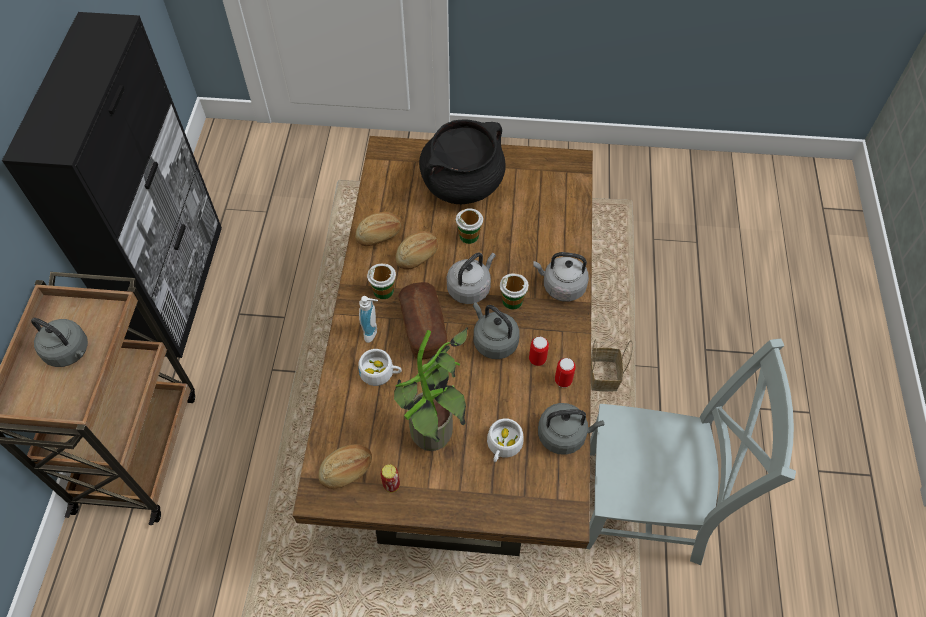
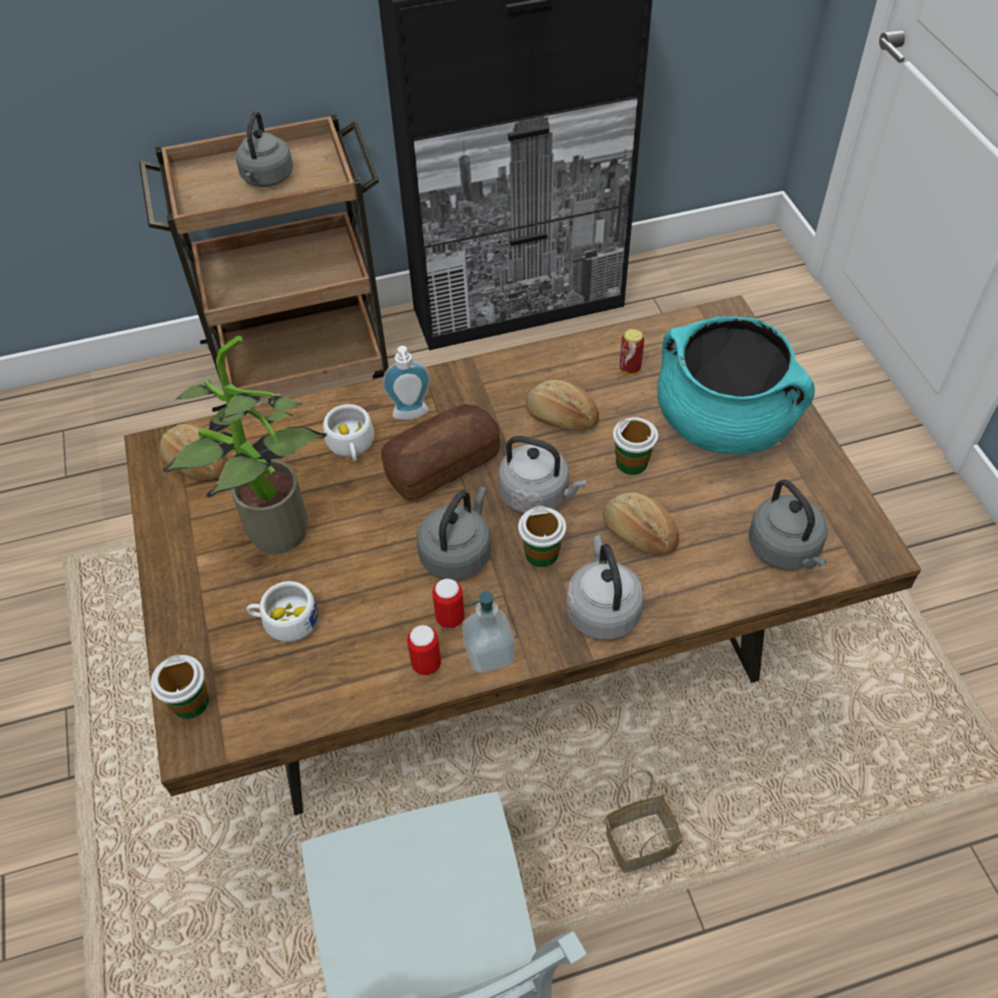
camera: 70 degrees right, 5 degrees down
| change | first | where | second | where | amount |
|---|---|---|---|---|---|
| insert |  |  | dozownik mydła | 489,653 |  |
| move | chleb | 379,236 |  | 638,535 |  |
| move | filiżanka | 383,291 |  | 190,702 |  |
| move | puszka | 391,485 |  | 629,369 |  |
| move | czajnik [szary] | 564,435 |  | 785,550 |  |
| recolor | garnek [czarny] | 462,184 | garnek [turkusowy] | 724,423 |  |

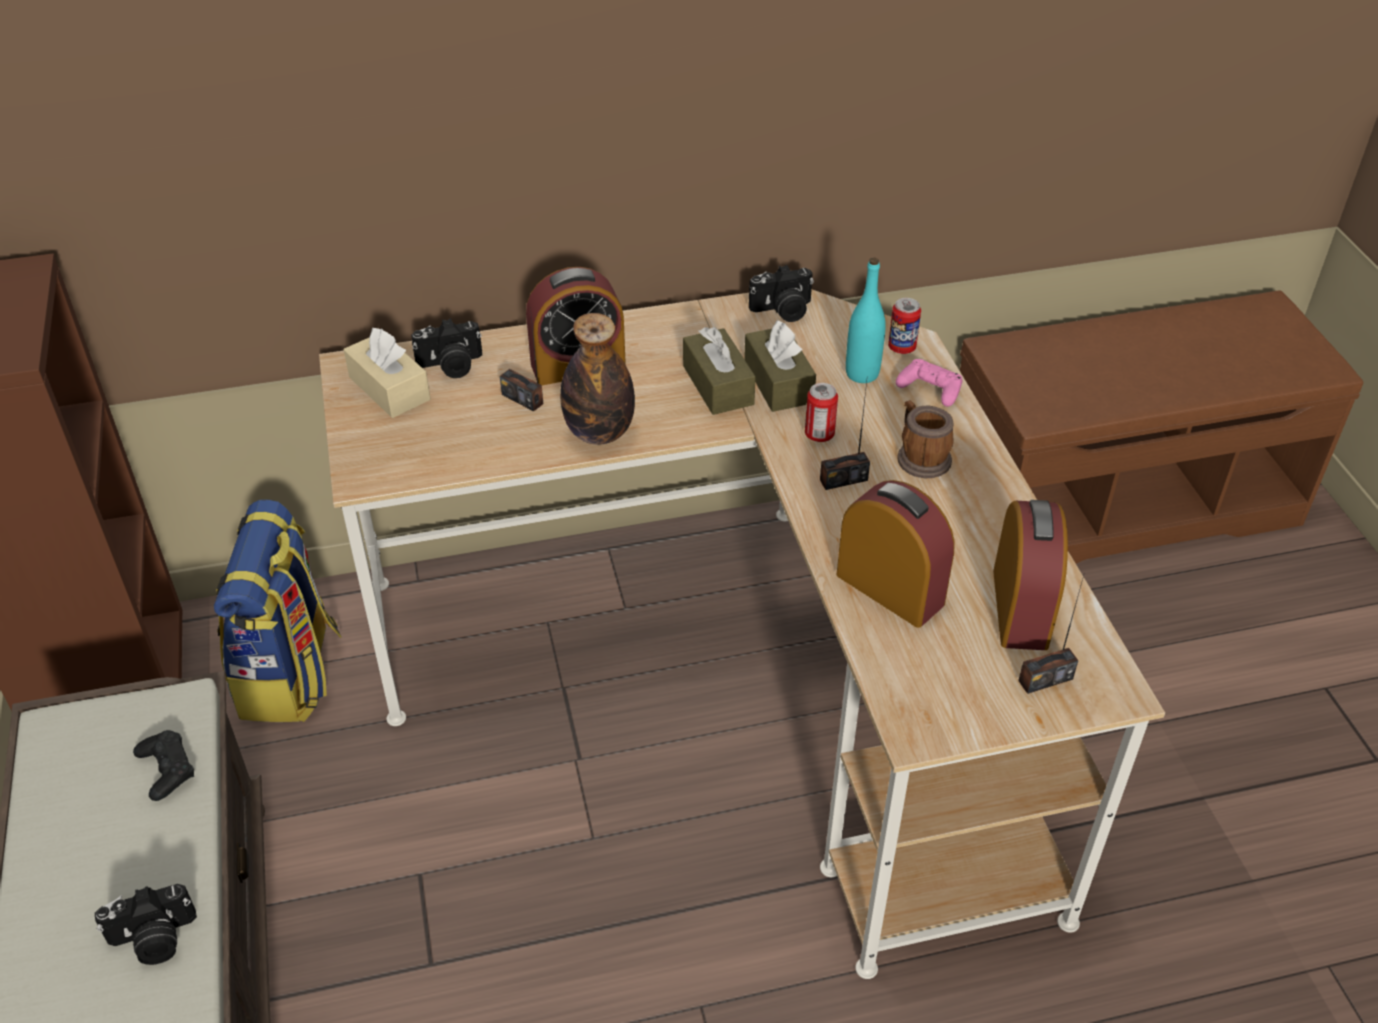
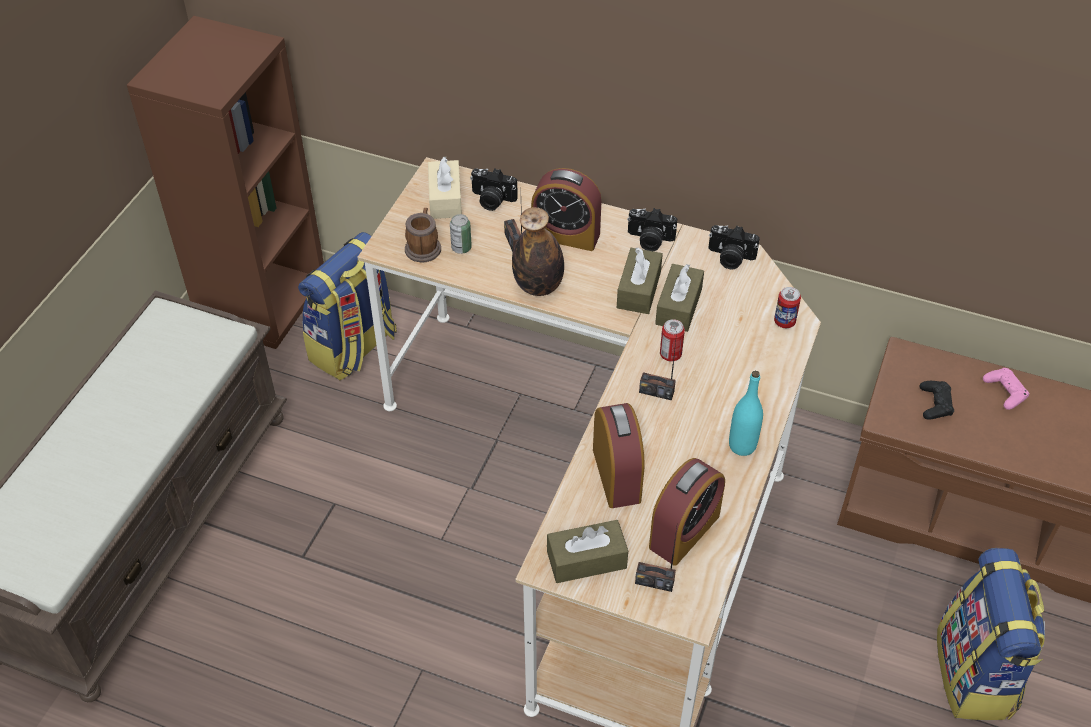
camera: 35 degrees right, 5 degrees up
| change | first | where | second | where | amount |
|---|---|---|---|---|---|
| insert |  |  | puszka | 461,248 |  |
| insert |  |  | pudełko chusteczek [brązowy] | 586,560 |  |
| insert |  |  | plecak | 976,674 |  |
| move | aparat fotograficzny | 154,940 |  | 649,240 |  |
| move | pad do gier [czarny] | 166,769 |  | 935,404 |  |
| move | butelka [turkusowy] | 862,374 |  | 742,446 |  |
| move | pad do gier [różowy] | 930,388 |  | 1005,392 |  |
| move | kubek | 920,457 |  | 423,247 |  |

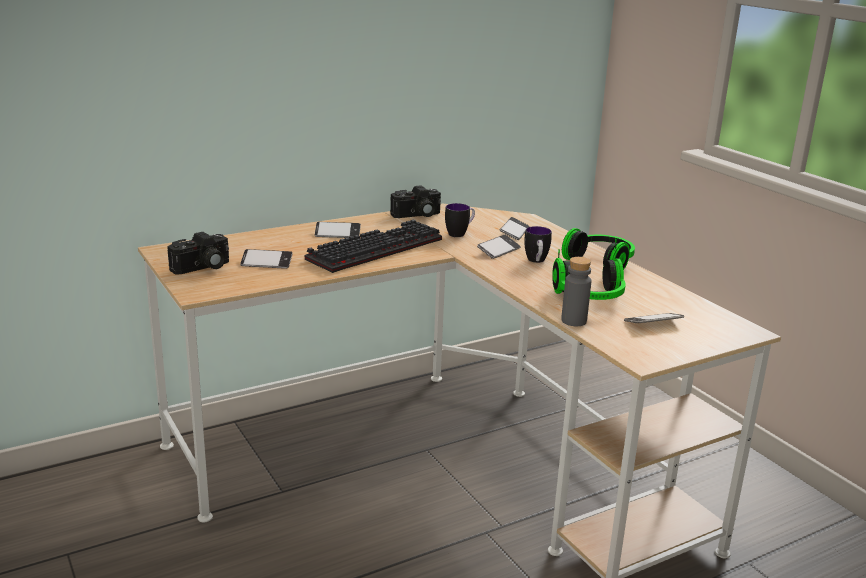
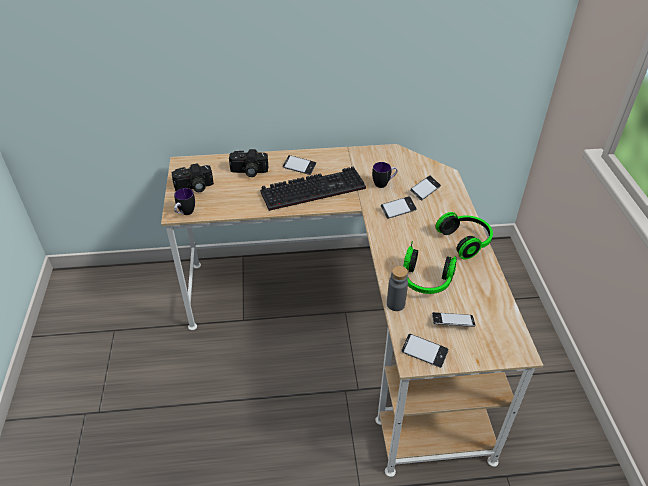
camera: 25 degrees right, 20 degrees up
| change | first | where | second | where | amount |
|---|---|---|---|---|---|
| move | telefon | 266,263 |  | 424,353 |  |
| move | aparat fotograficzny | 417,215 |  | 248,171 |  |
| move | kubek | 536,261 |  | 185,213 |  |

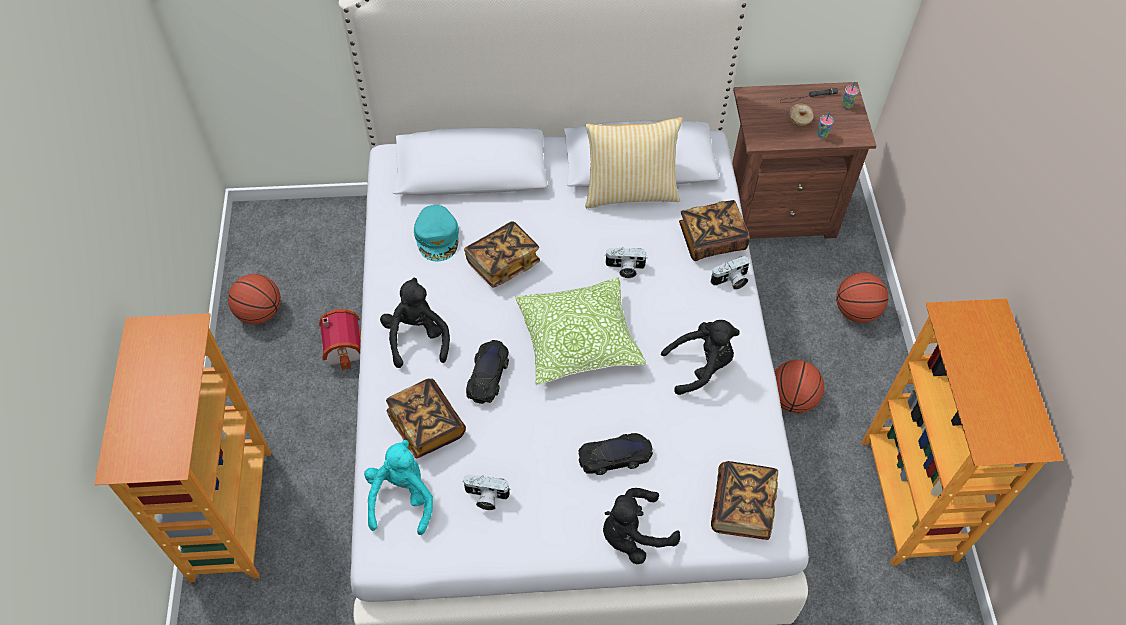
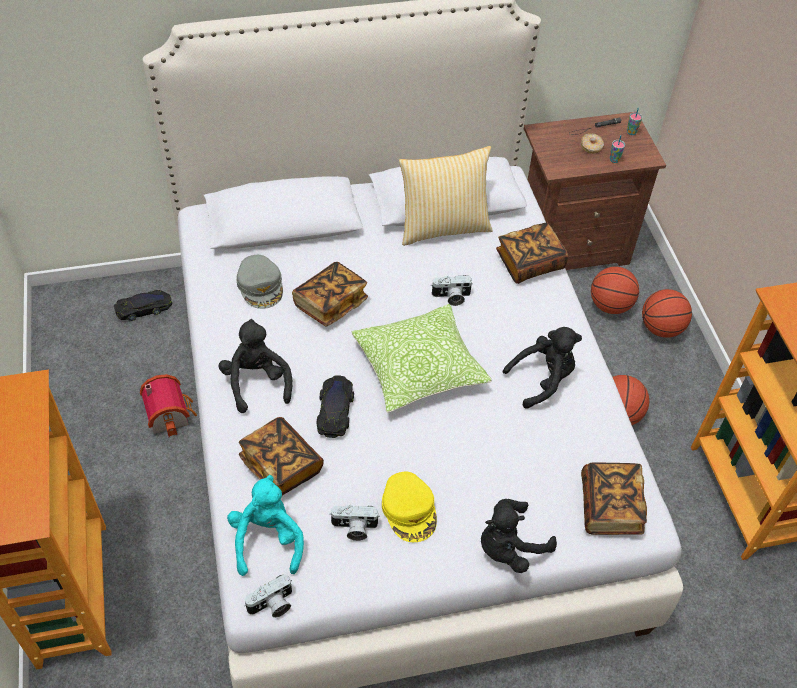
camera: 10 degrees left, 5 degrees down
| change | first | where | second | where | amount |
|---|---|---|---|---|---|
| insert |  |  | czapka z daszkiem [żółty] | 410,510 |  |
| move | piłka do koszykówki | 260,313 |  | 610,305 |  |
| move | samochodzik [czarny] | 615,456 |  | 144,308 |  |
| move | aparat fotograficzny | 731,281 |  | 272,605 |  |
| recolor | czapka z daszkiem [turkusowy] | 437,237 | czapka z daszkiem [szary] | 261,285 |  |

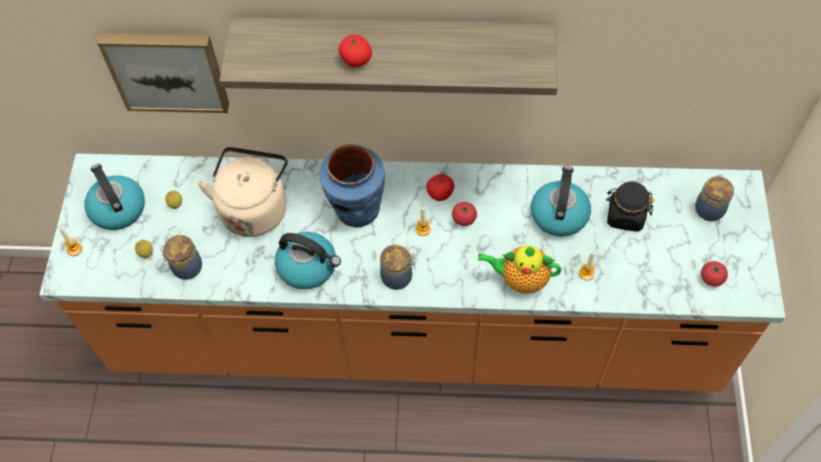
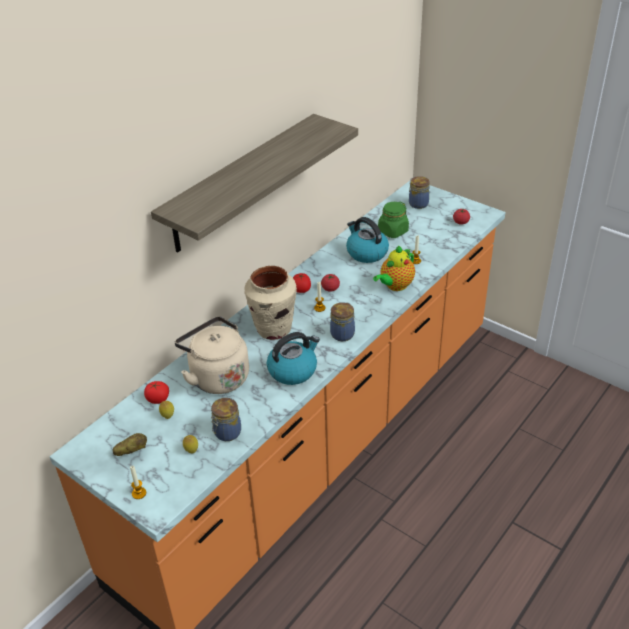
camera: 55 degrees left, 20 degrees down
| change | first | where | second | where | amount |
|---|---|---|---|---|---|
| delete | obraz | 167,69 |  |  |  |
| move | pomidor | 355,60 |  | 158,399 |  |
| replace | czajnik | 117,208 | ziemniak | 131,451 |  |
| recolor | wazon [niebieski] | 357,210 | wazon [beżowy] | 273,329 |  |
| recolor | słoik [czarny] | 625,216 | słoik [zielony] | 393,231 |  |

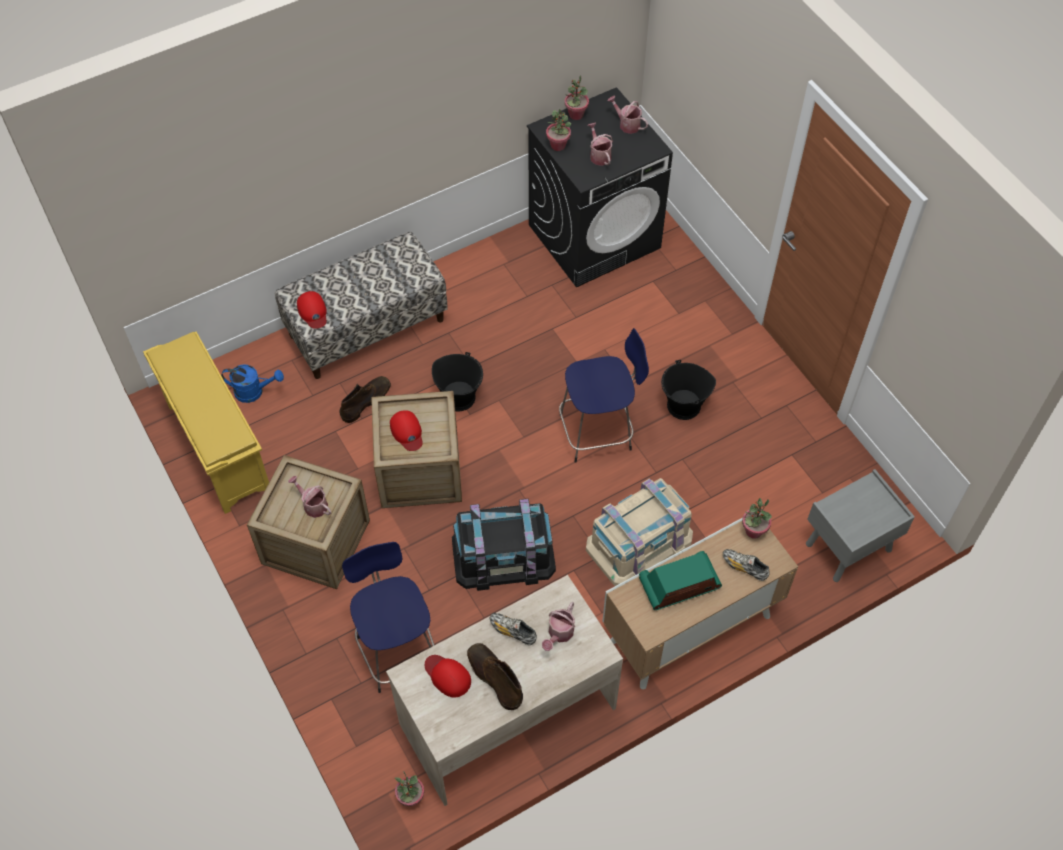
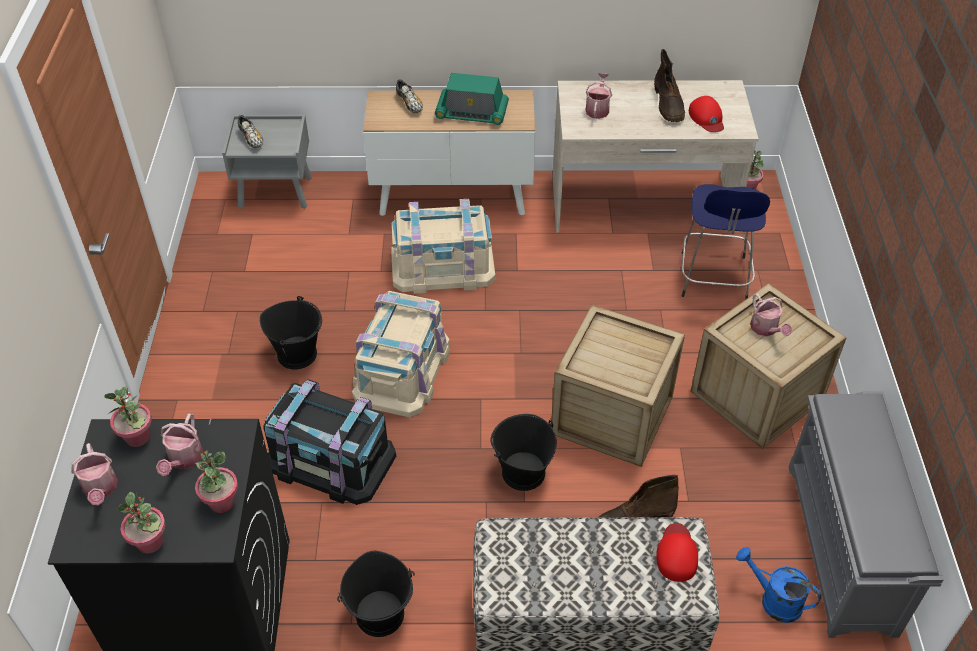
camera: 150 degrees left, 10 degrees down
| change | first | where | second | where | amount |
|---|---|---|---|---|---|
| delete | czapka z daszkiem [czerwony] | 407,432 |  |  |  |
| insert |  |  | wiadro [czarny] | 381,615 |  |
| move | pojemnik do przechowywania [czarny] | 503,554 |  | 330,459 |  |
| move | but | 512,631 |  | 251,139 |  |
| move | roślina doniczkowa | 753,531 |  | 138,437 |  |
| replace | stołek [niebieski] | 598,431 | pojemnik do przechowywania [beżowy] | 401,369 |  |
| recolor | regał na buty [żółty] | 217,446 | regał na buty [szary] | 842,548 |  |
| rotate | konewka | 559,634 |  | 597,109 | 45 degrees counterclockwise |

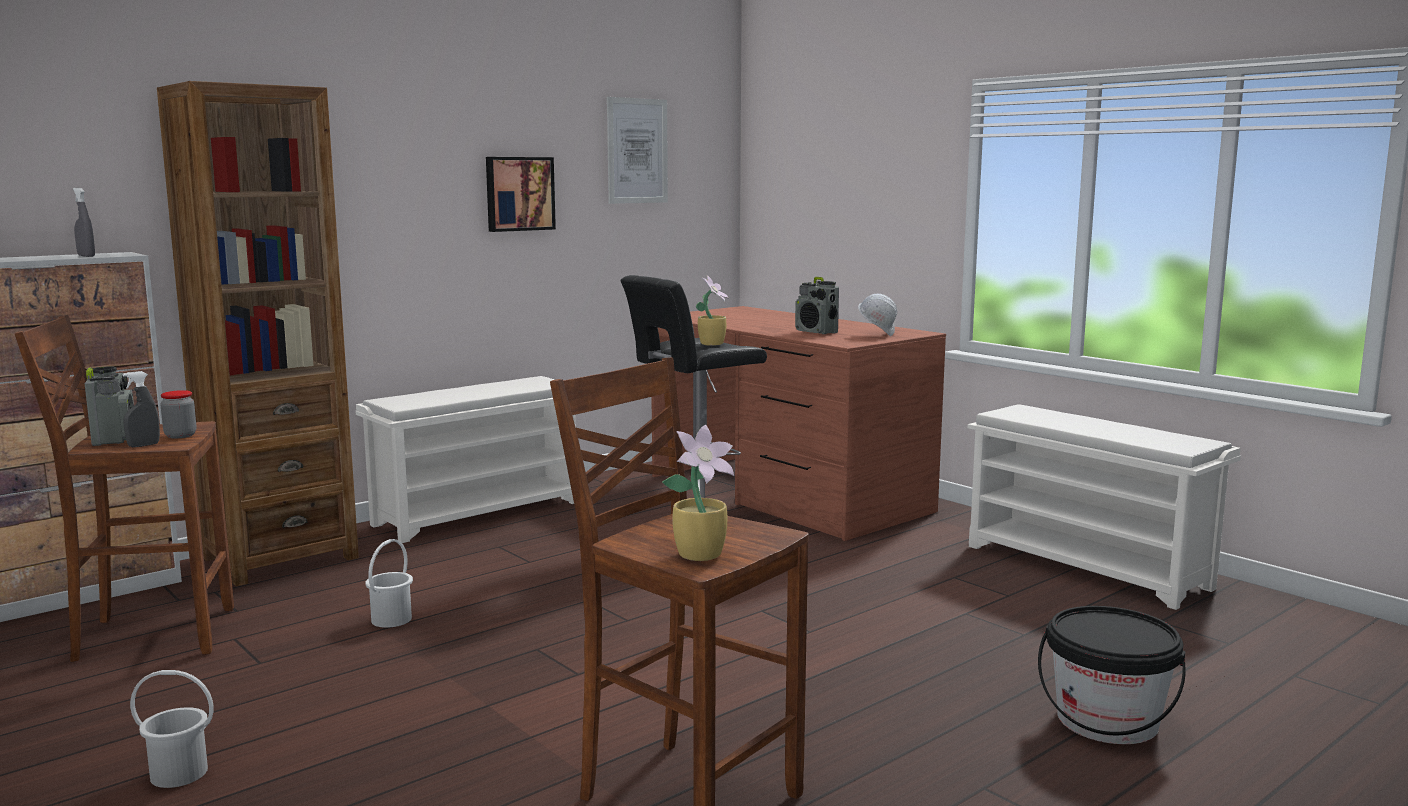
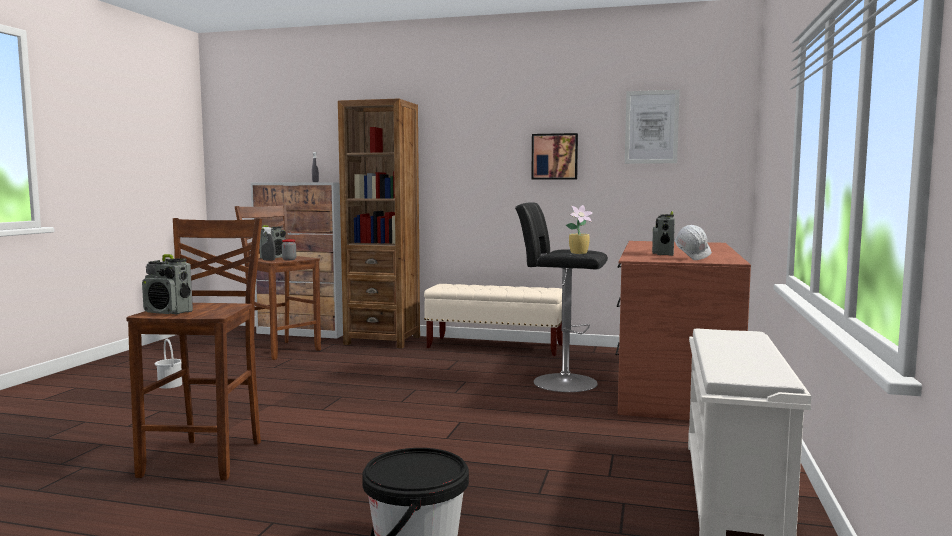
camera: 55 degrees right, 5 degrees down
| change | first | where | second | where | amount |
|---|---|---|---|---|---|
| delete | wiadro [biały] | 390,619 |  |  |  |
| replace | regał na buty [biały] | 478,513 | ławka [beżowy] | 495,347 |  |
| replace | roślina doniczkowa | 702,554 | radio | 169,312 |  |

